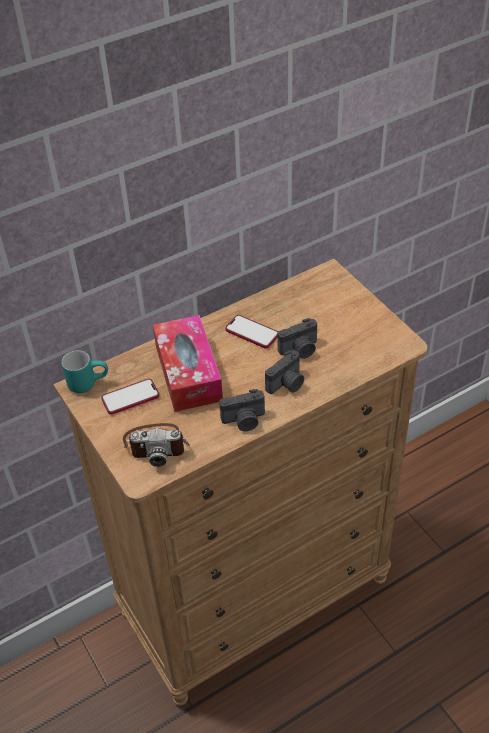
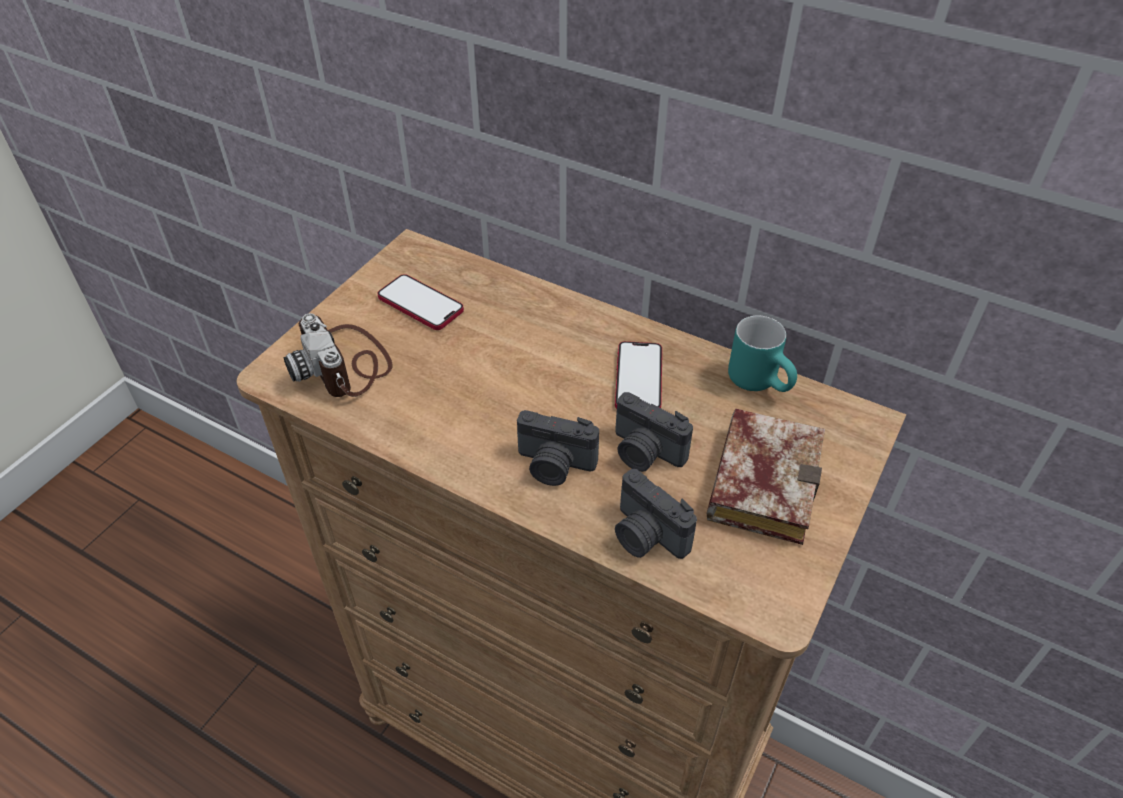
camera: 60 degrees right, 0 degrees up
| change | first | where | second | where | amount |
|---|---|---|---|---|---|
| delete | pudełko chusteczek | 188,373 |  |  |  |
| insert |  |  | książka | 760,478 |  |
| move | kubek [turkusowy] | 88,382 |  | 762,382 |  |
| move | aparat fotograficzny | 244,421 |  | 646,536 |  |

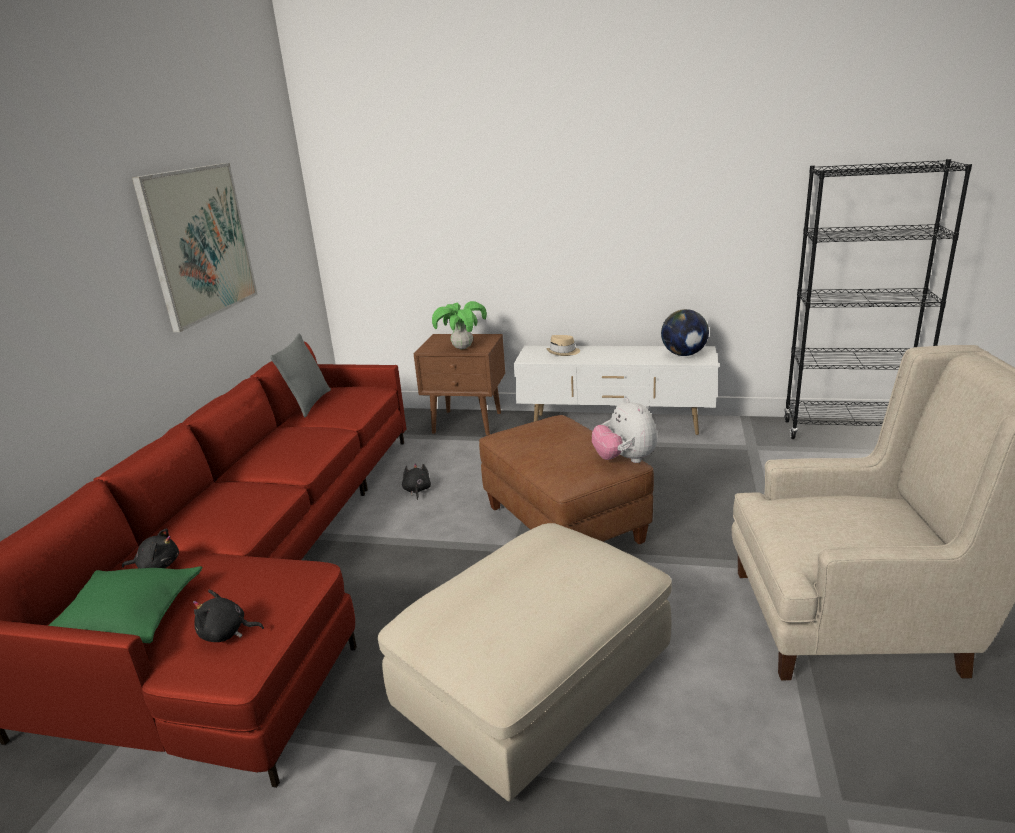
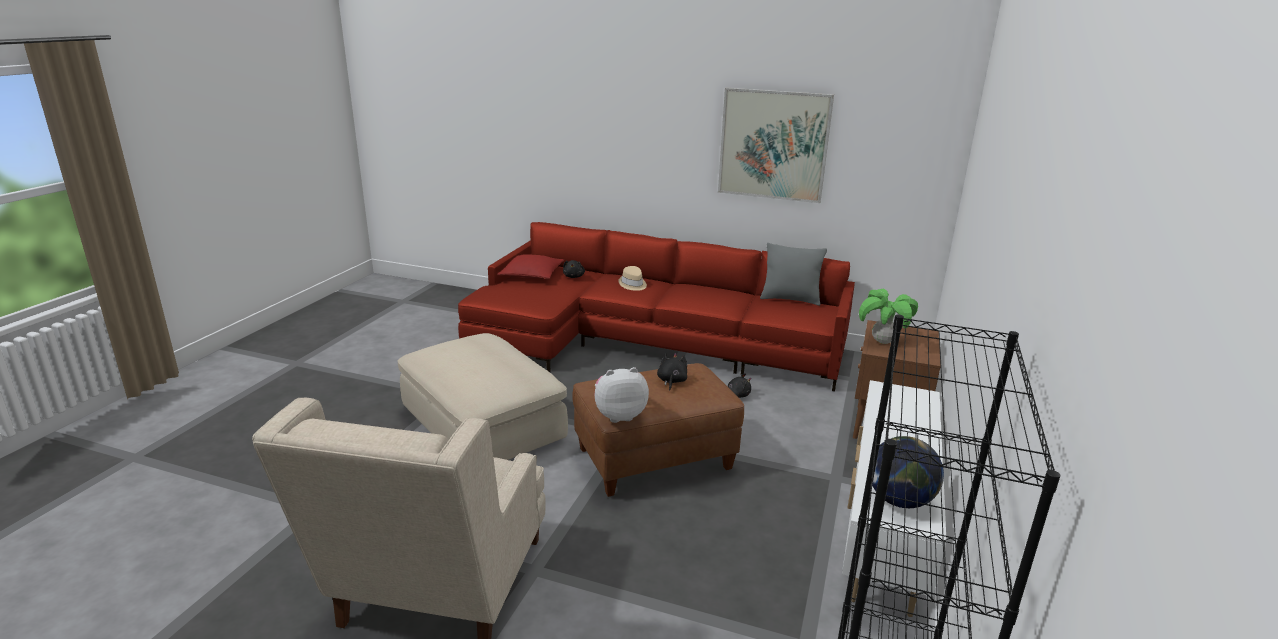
camera: 95 degrees right, 0 degrees up
| change | first | where | second | where | amount |
|---|---|---|---|---|---|
| move | pluszak [czarny] | 226,633 |  | 671,381 |  |
| move | kapelusz [beżowy] | 563,352 |  | 632,284 |  |
| recolor | poduszka [zielony] | 126,618 | poduszka [czerwony] | 531,275 |  |

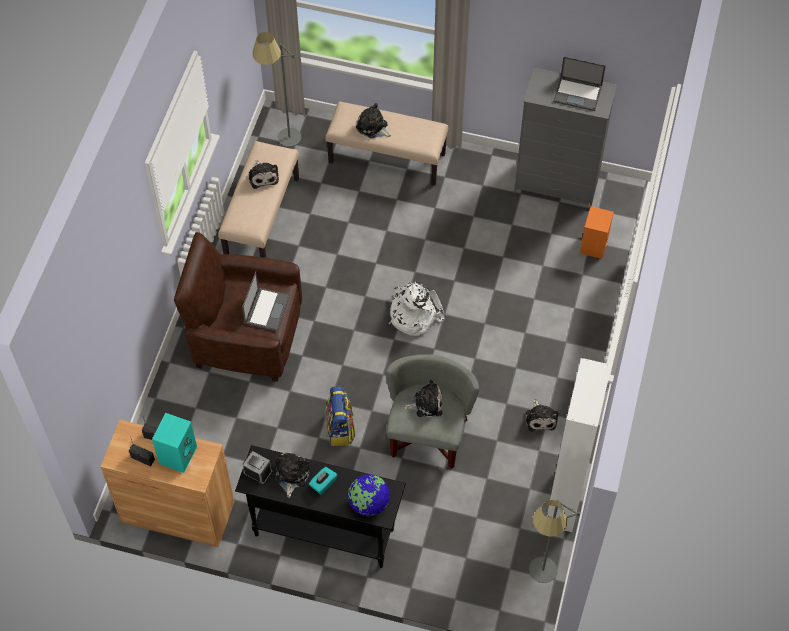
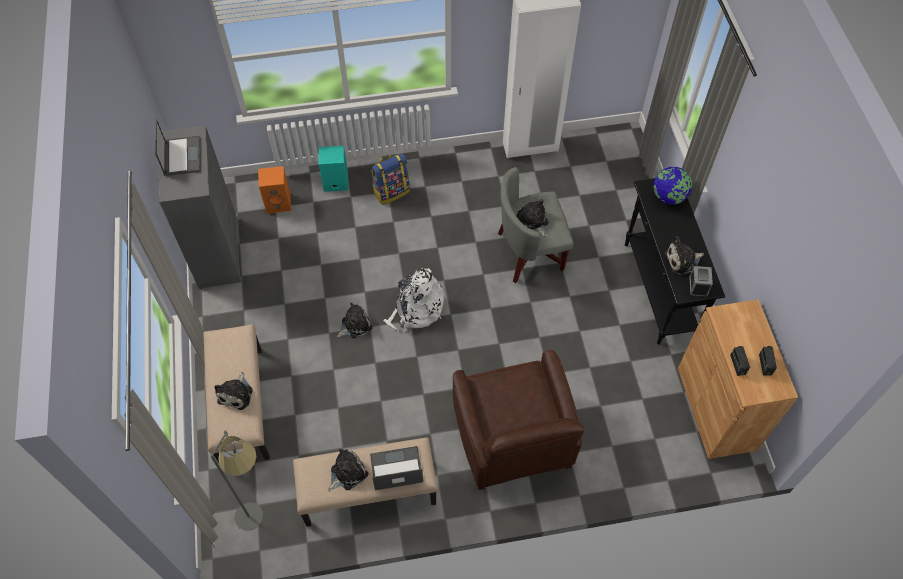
camera: 115 degrees left, 0 degrees up
| change | first | where | second | where | amount |
|---|---|---|---|---|---|
| delete | pudełko chusteczek [turkusowy] | 323,484 |  |  |  |
| delete | lampa stojąca [szary] | 539,581 |  |  |  |
| move | głośnik [turkusowy] | 177,454 |  | 335,183 |  |
| move | laptop | 267,309 |  | 395,468 |  |
| move | plecak | 340,429 |  | 391,191 |  |
| move | pluszak | 540,418 |  | 355,325 |  |

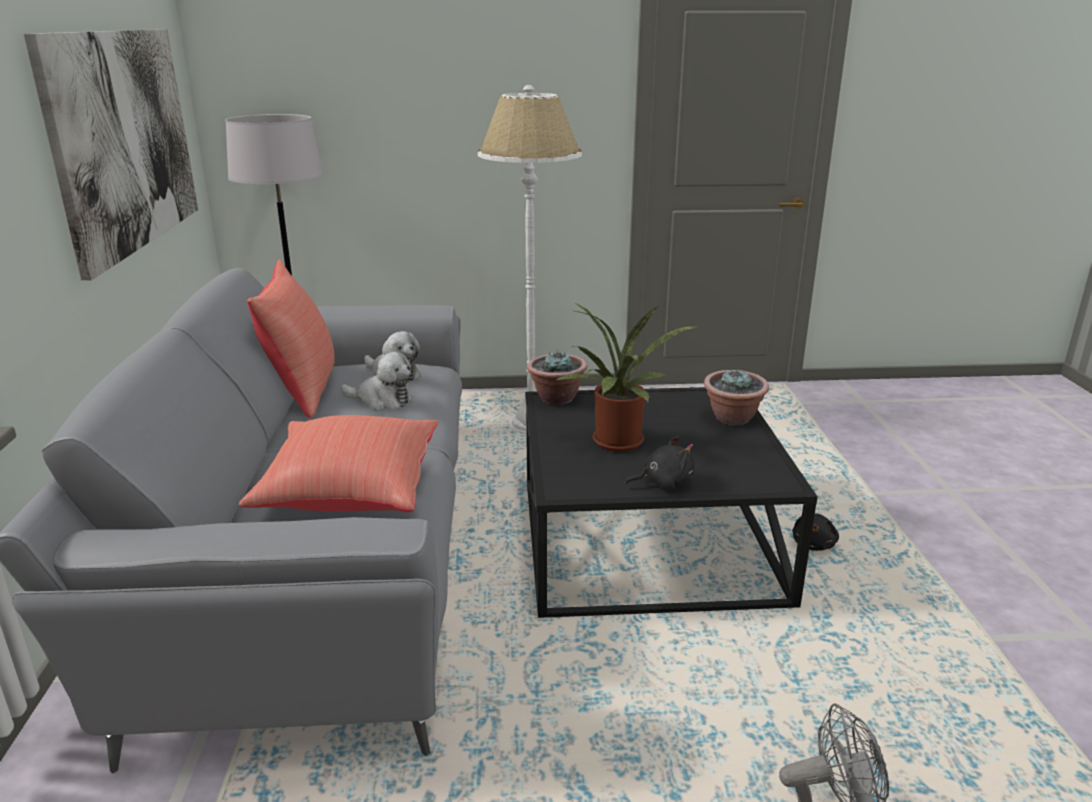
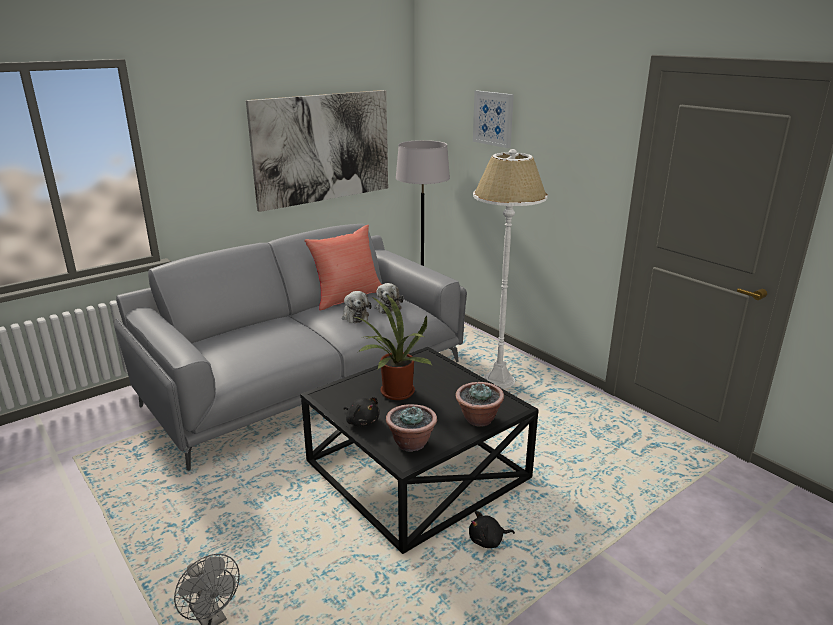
camera: 55 degrees right, 0 degrees up
| change | first | where | second | where | amount |
|---|---|---|---|---|---|
| delete | poduszka [czerwony] | 349,493 |  |  |  |
| insert |  |  | obraz | 493,118 |  |
| move | roślina doniczkowa | 556,398 |  | 411,443 |  |

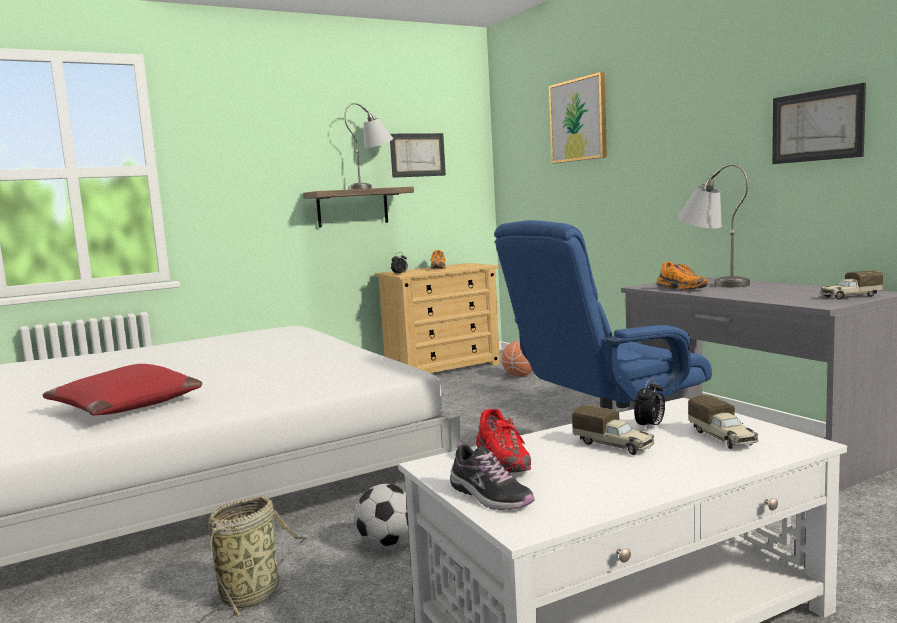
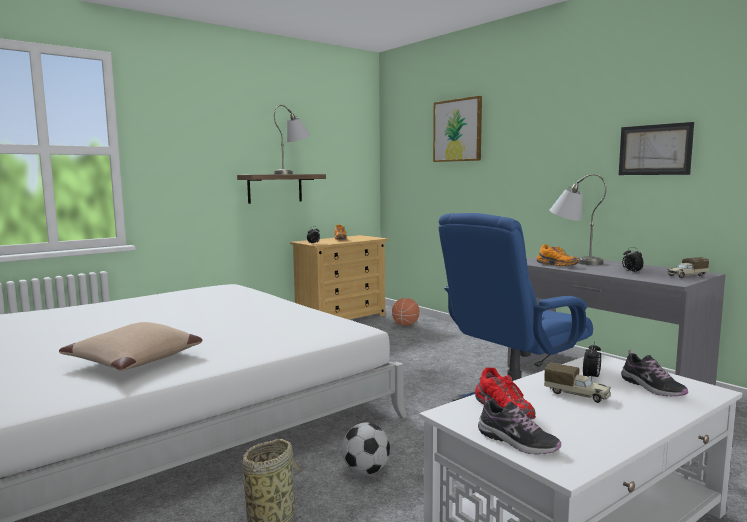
camera: 10 degrees left, 0 degrees up
| change | first | where | second | where | amount |
|---|---|---|---|---|---|
| delete | obraz | 417,155 |  |  |  |
| insert |  |  | budzik | 631,272 |  |
| replace | ciężarówka zabawkowa | 723,438 | but | 652,387 |  |
| recolor | poduszka [czerwony] | 127,406 | poduszka [beżowy] | 135,360 |  |

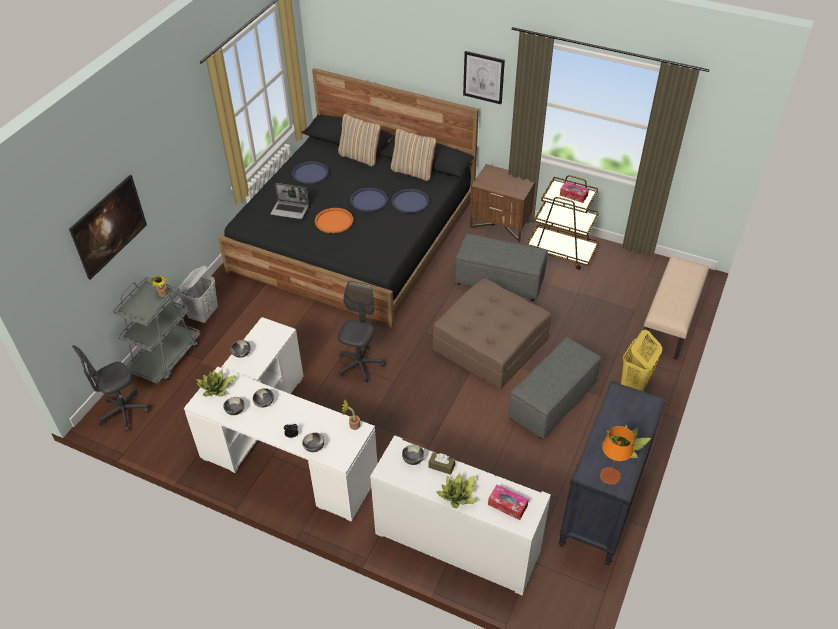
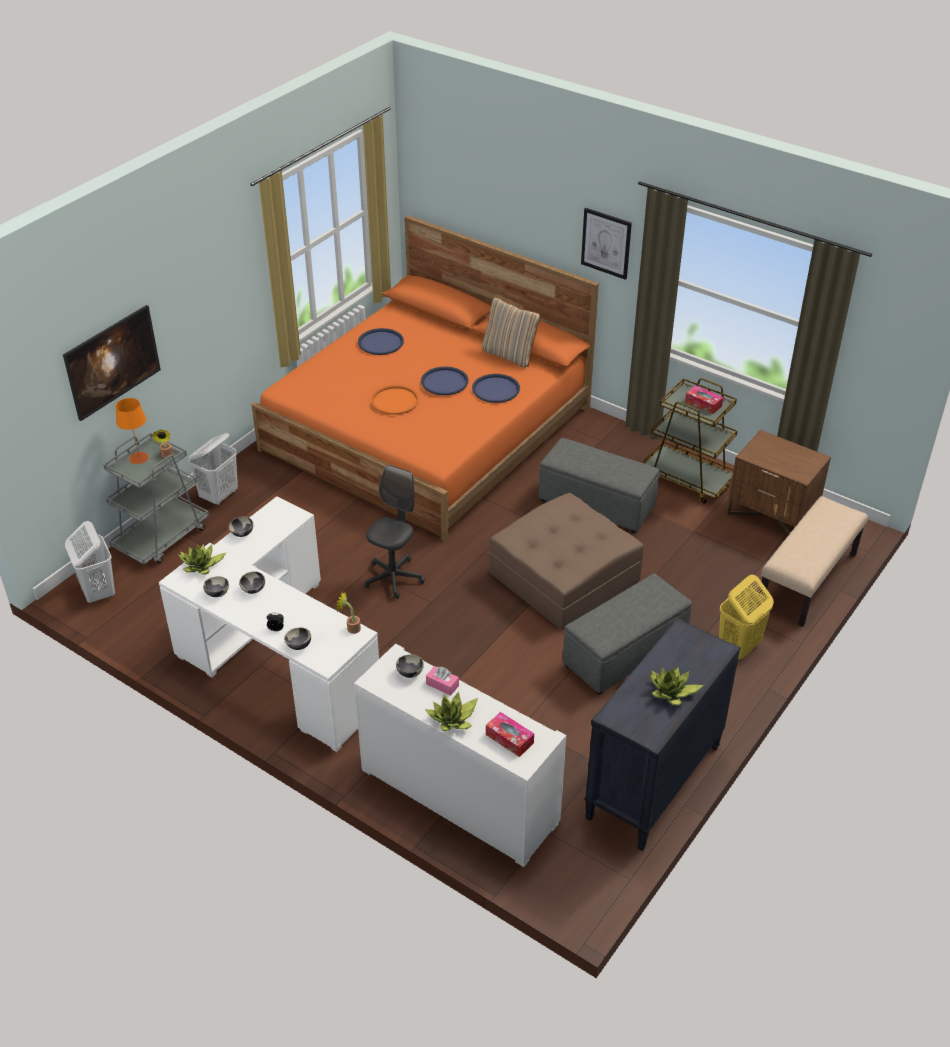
camera: 10 degrees right, 5 degrees down
| change | first | where | second | where | amount |
|---|---|---|---|---|---|
| delete | laptop | 290,210 |  |  |  |
| delete | poduszka [beżowy] | 360,157 |  |  |  |
| move | szafka nocna [brązowy] | 501,224 |  | 772,515 |  |
| move | lampa stołowa [pomarańczowy] | 610,476 |  | 139,458 |  |
| replace | krzesło biurowe [szary] | 123,412 | kosz na pranie [biały] | 98,592 |  |
| recolor | łóżko [czarny] | 355,236 | łóżko [pomarańczowy] | 427,429 |  |
| recolor | pudełko chusteczek [brązowy] | 441,466 | pudełko chusteczek [różowy] | 442,685 |  |

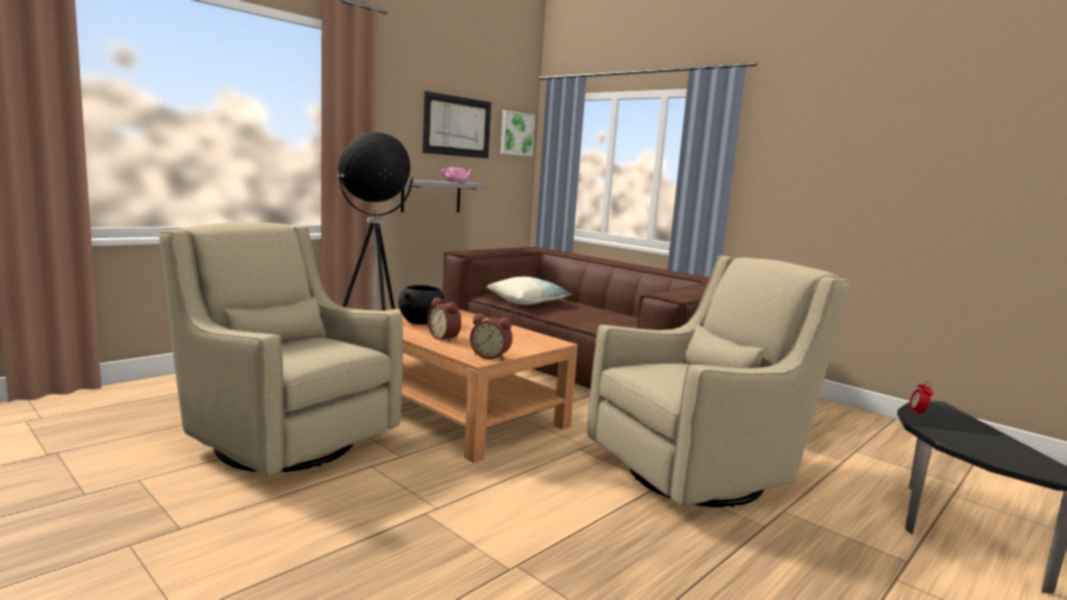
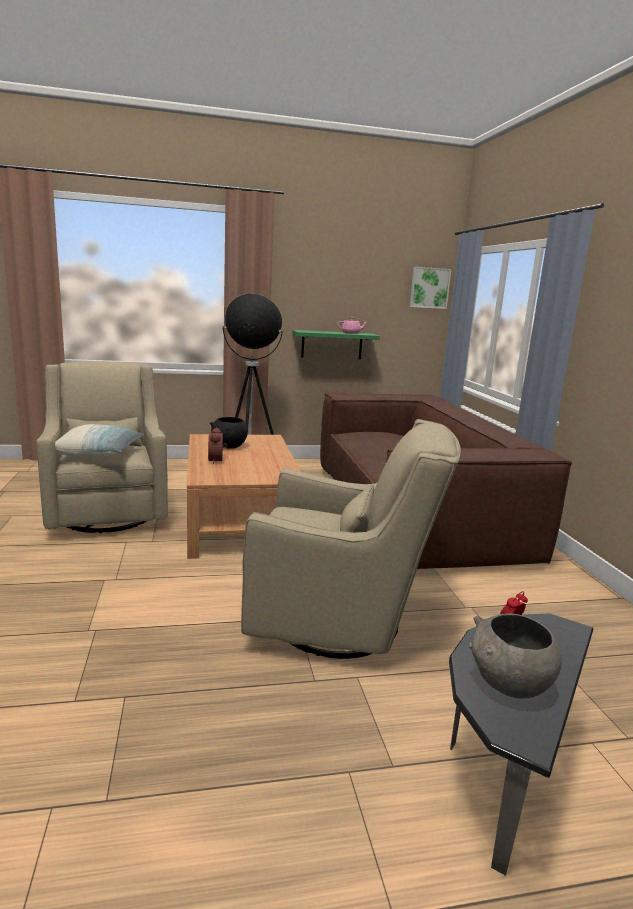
camera: 35 degrees right, 5 degrees up
| change | first | where | second | where | amount |
|---|---|---|---|---|---|
| delete | obraz | 457,126 |  |  |  |
| delete | budzik | 491,356 |  |  |  |
| insert |  |  | miska [szary] | 509,685 |  |
| move | poduszka | 528,302 |  | 99,454 |  |
| recolor | półka [szary] | 431,196 | półka [zielony] | 332,345 |  |

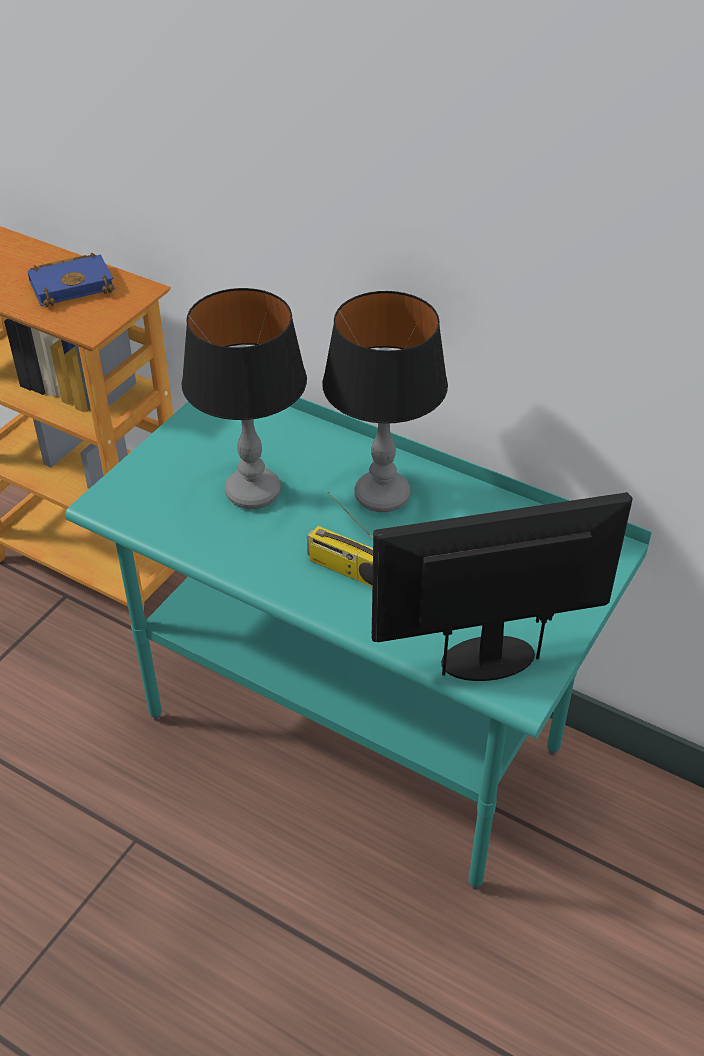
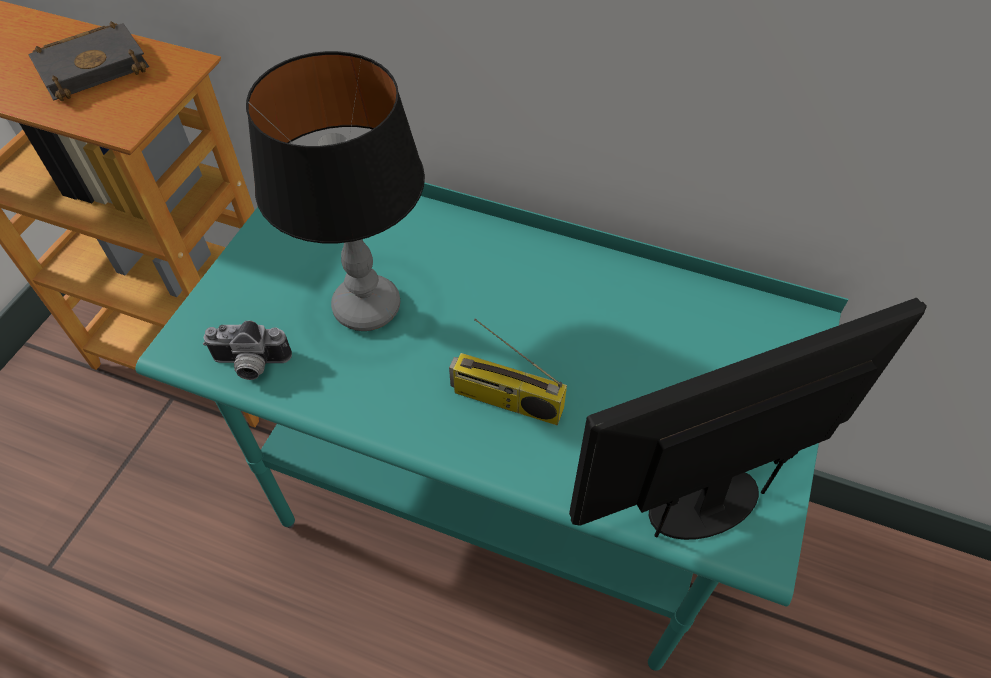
camera: 10 degrees left, 10 degrees up
| change | first | where | second | where | amount |
|---|---|---|---|---|---|
| delete | lampa stołowa | 381,496 |  |  |  |
| insert |  |  | aparat fotograficzny | 250,365 |  |
| recolor | książka [niebieski] | 73,284 | książka [czarny] | 95,66 |  |

